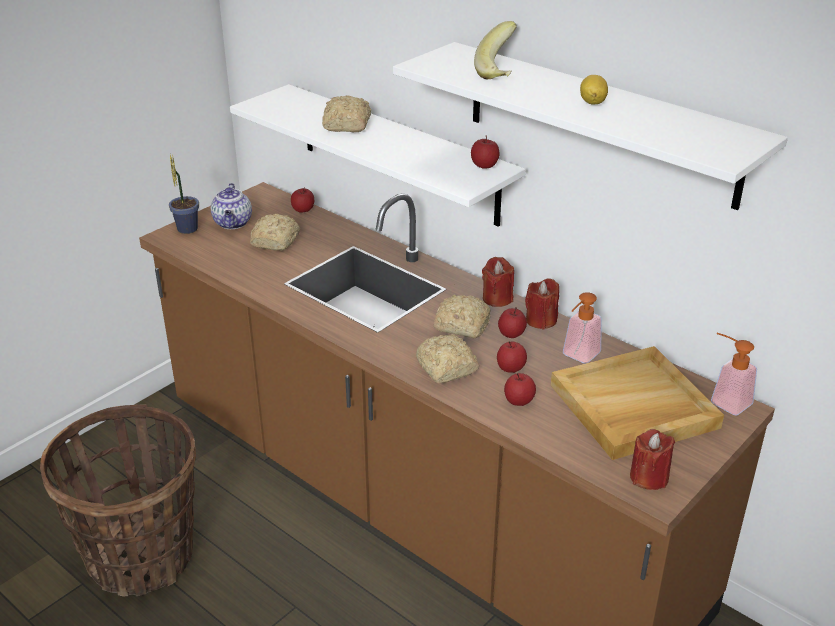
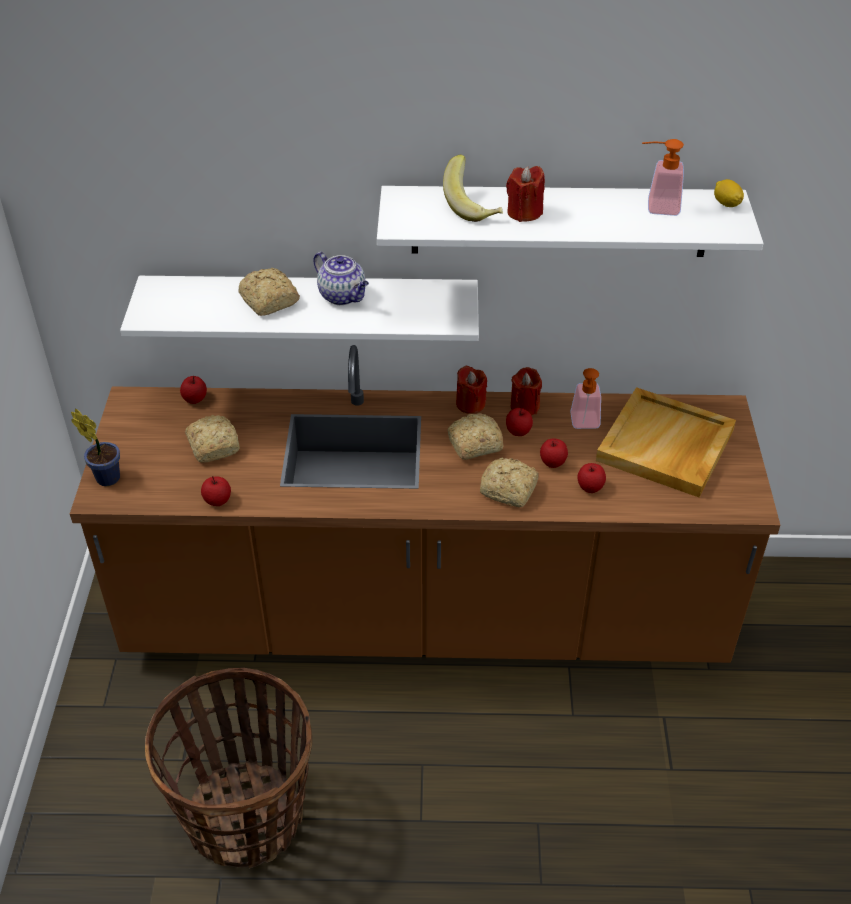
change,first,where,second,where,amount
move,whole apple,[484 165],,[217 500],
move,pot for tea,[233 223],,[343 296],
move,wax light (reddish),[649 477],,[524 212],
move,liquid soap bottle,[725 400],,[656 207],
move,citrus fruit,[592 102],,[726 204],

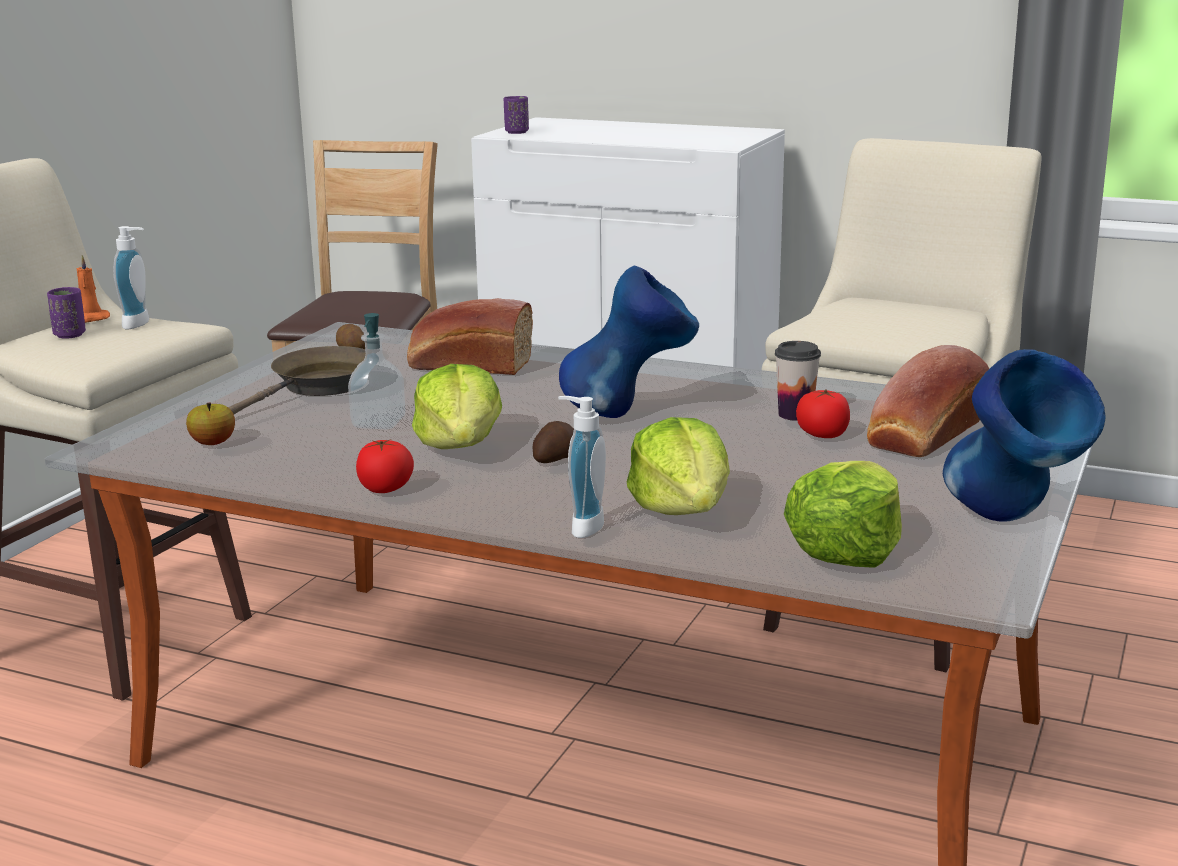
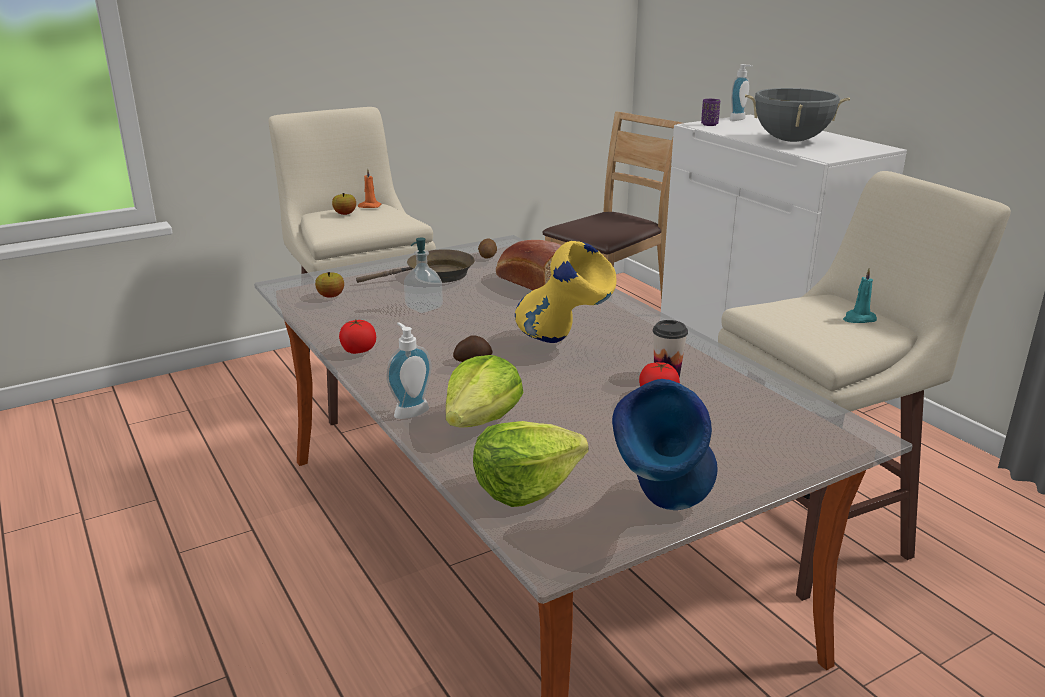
change,first,where,second,where,amount
replace,small cup (purple-coloured),[70 335],whole apple,[345 214],
recolor,flower vase (blue-coloured),[629 414],flower vase (yellow),[564 343],
move,liquid soap bottle,[140 324],,[739 119],
insert,,,stockpot (grey),[791 141],
insert,,,wax light (blue-green),[858 319],
delete,lettuce,[460 446],,,
delete,baked bread,[923 435],,,

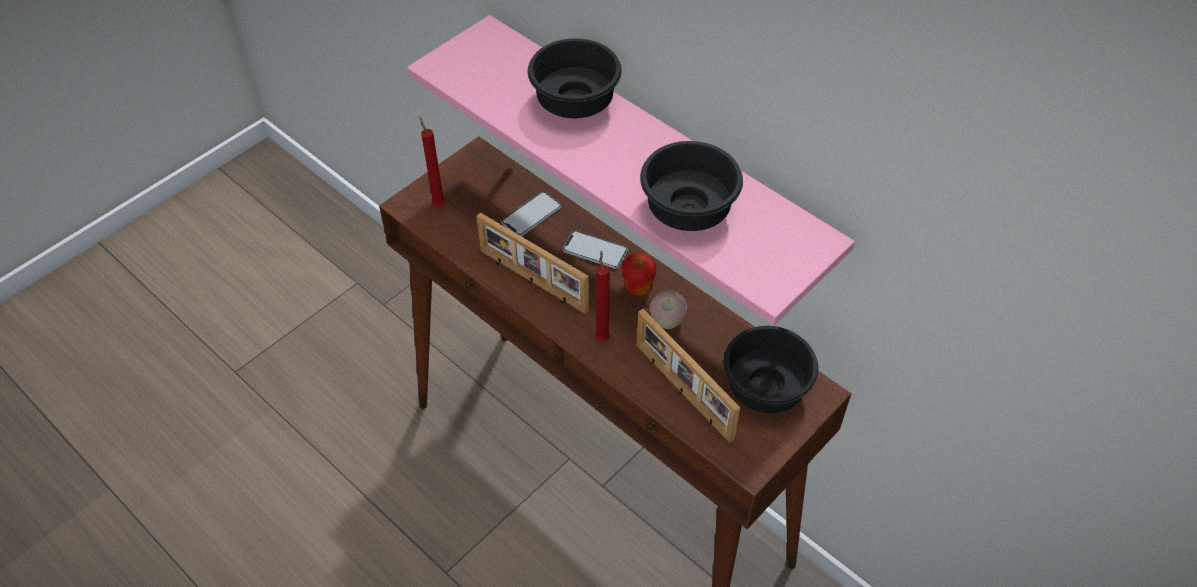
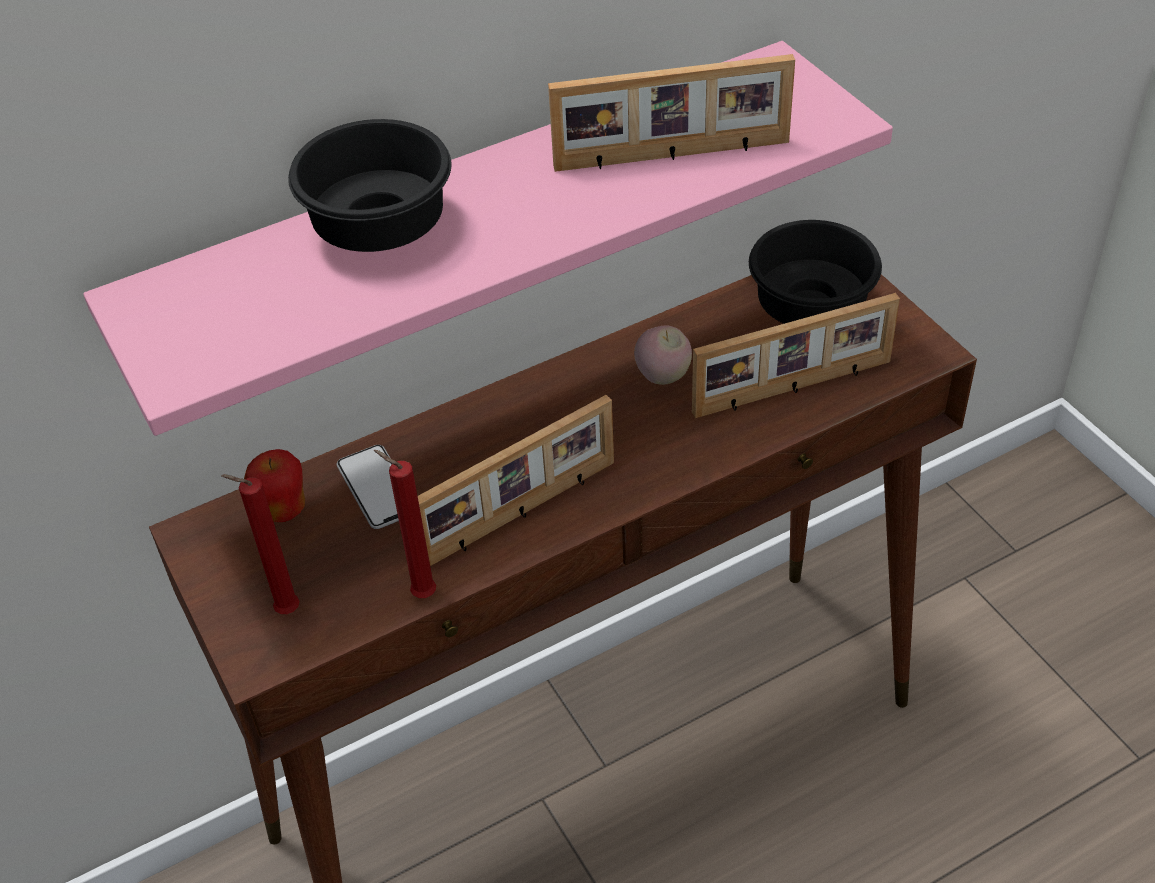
change,first,where,second,where,amount
move,whole apple,[638 288],,[283 510],
move,wax light (reddish),[602 337],,[420 594],
replace,deep dish (black-coloured),[691 210],standing frame,[672 156],
delete,handset,[595 250],,,

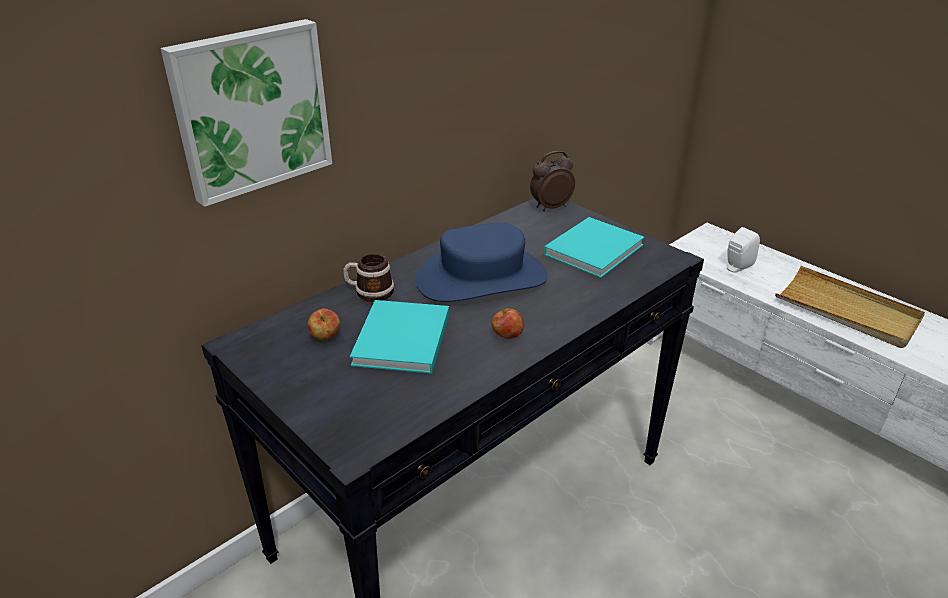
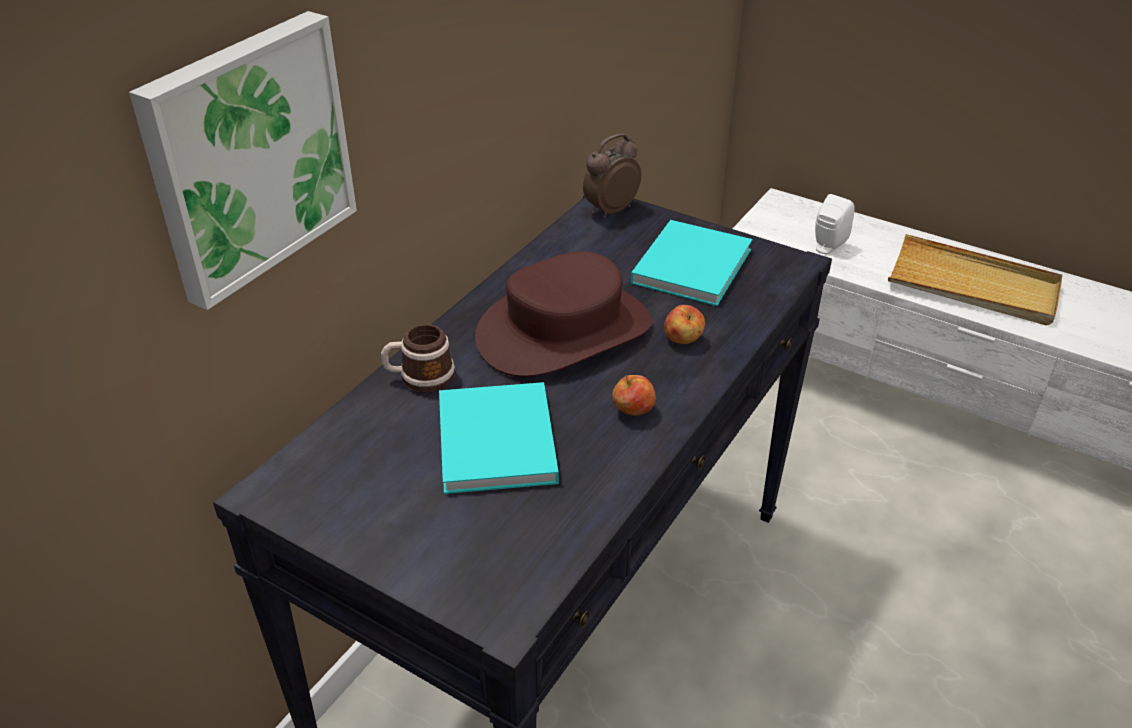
change,first,where,second,where,amount
recolor,wearable hat (blue-coloured),[482 277],wearable hat (brown-coloured),[564 330],
move,whole apple,[325 337],,[683 340],

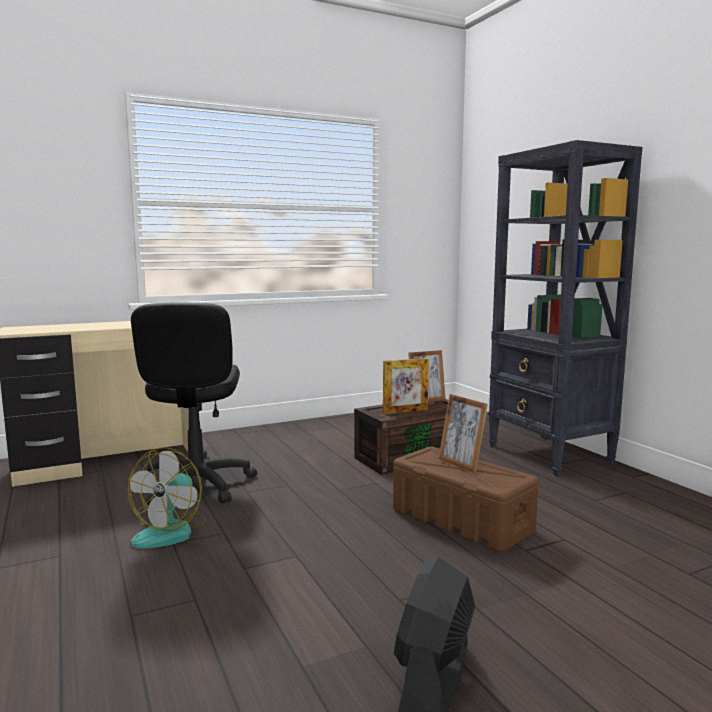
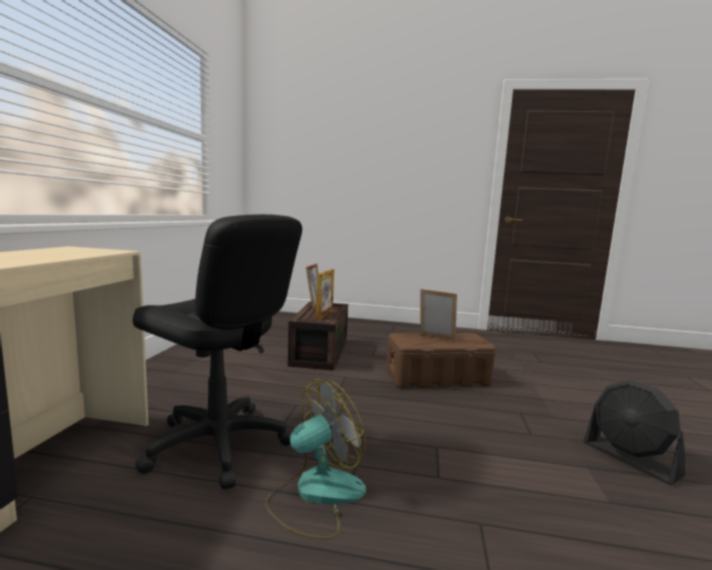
change,first,where,second,where,amount
rotate,cooling fan,[171 531],,[316 494],90 degrees counterclockwise
rotate,standing frame,[461 464],,[435 338],150 degrees counterclockwise
delete,bookshelf (black-coloured),[550 455],,,

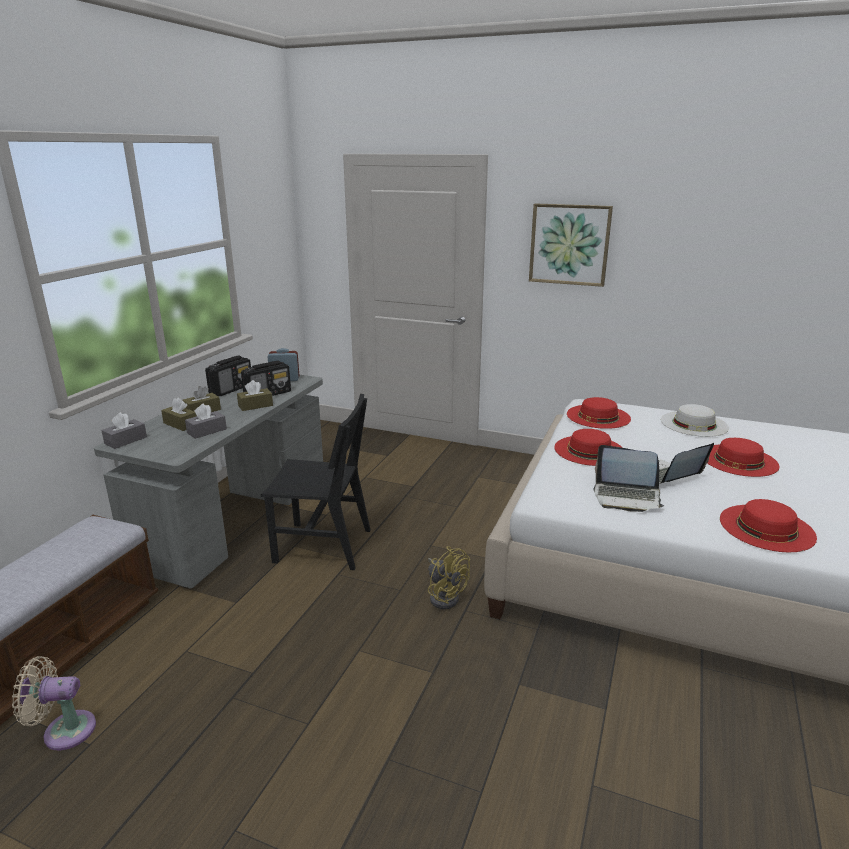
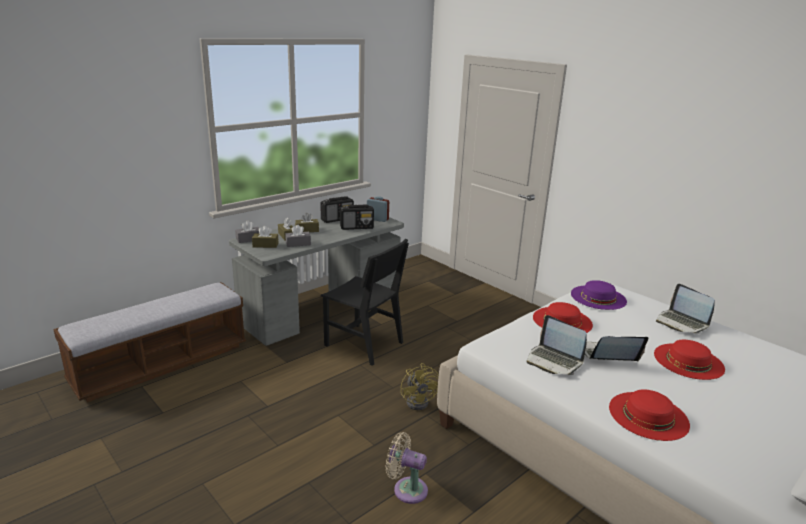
change,first,where,second,where,amount
move,box of tissues (brown-coloured),[255 405],,[265 245],
move,cooling fan (beige),[64 730],,[407 489],
recolor,wearable hat (reddish),[598 416],wearable hat (purple-coloured),[598 297],
replace,wearable hat (white),[694 424],portable computer,[681 323],
delete,picture,[569 244],,,

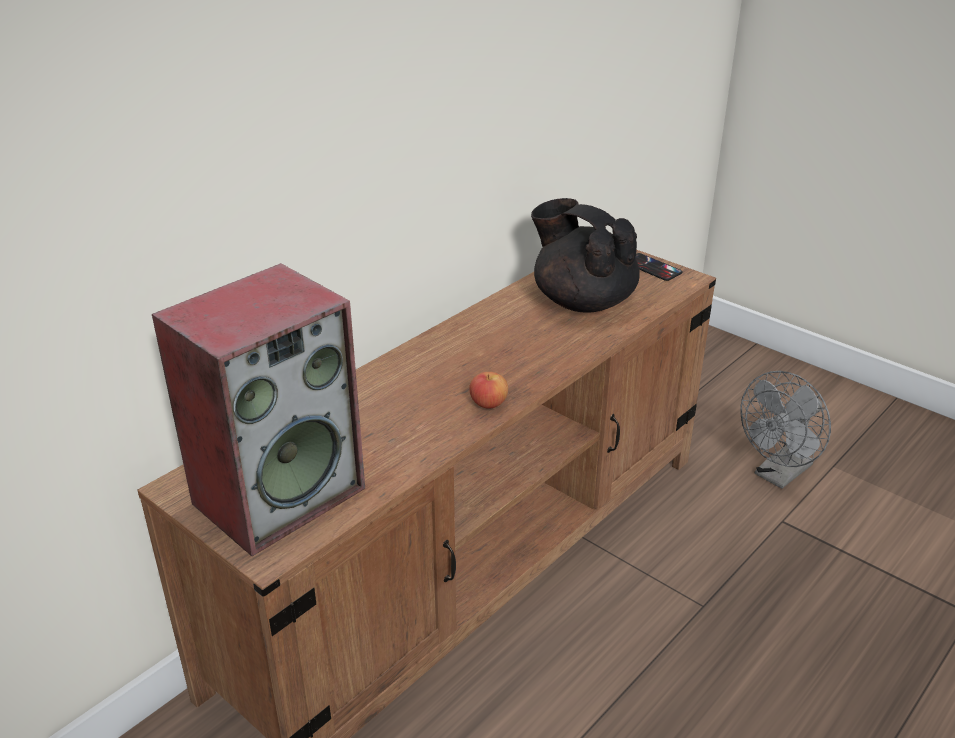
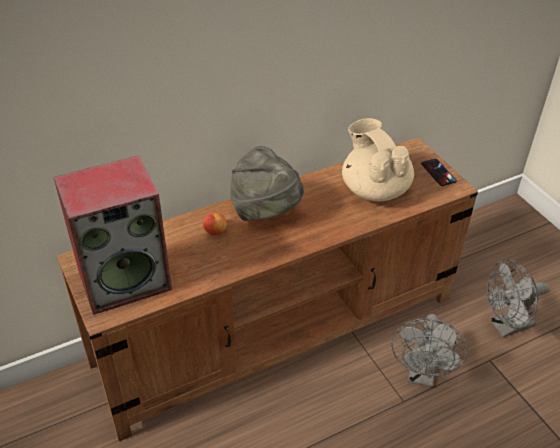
change,first,where,second,where,amount
move,whole apple,[488 403],,[215 231],
insert,,,wearable hat (grey),[266 212],
recolor,pot for tea (black-coloured),[582 301],pot for tea (beige),[374 189],
insert,,,cooling fan (grey),[422 375],

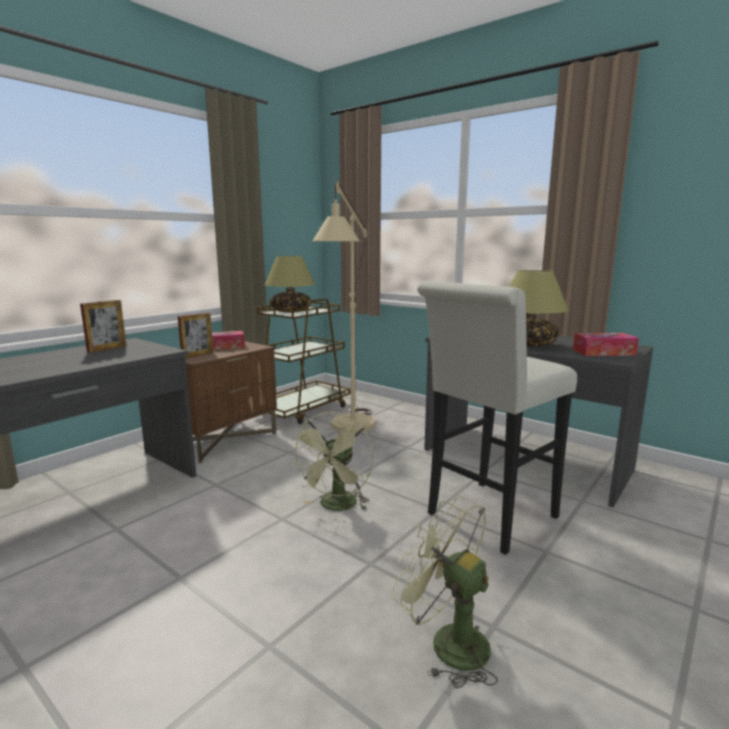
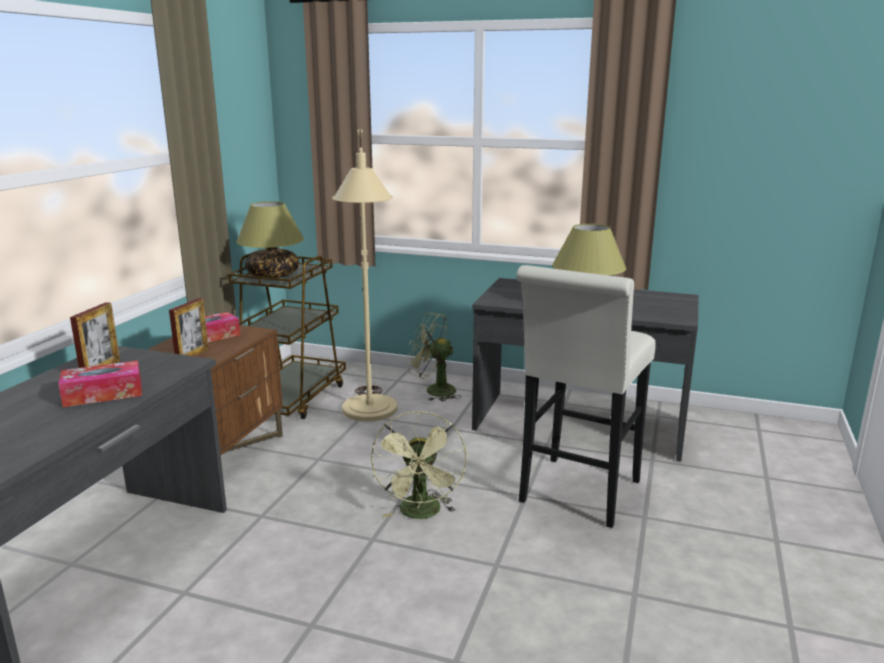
change,first,where,second,where,amount
move,box of tissues,[603 352],,[103 394],
move,cooling fan (green-coloured),[447 642],,[433 390],

